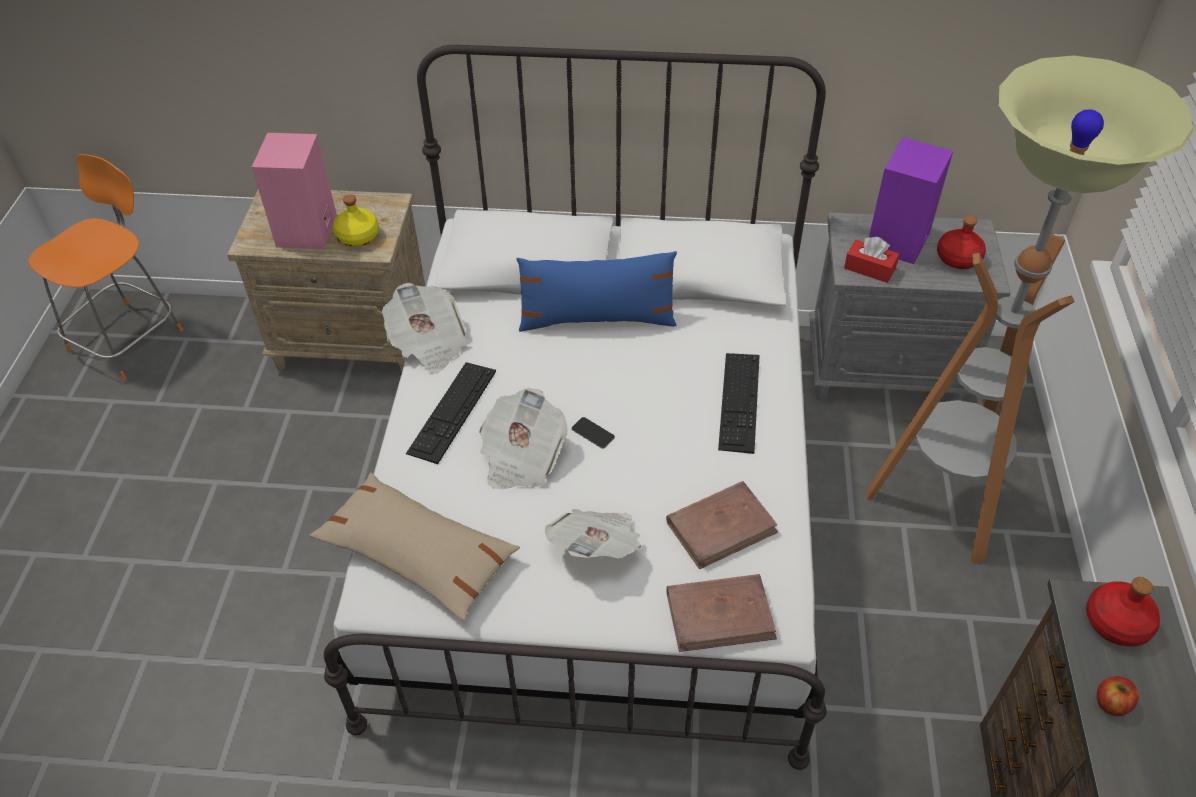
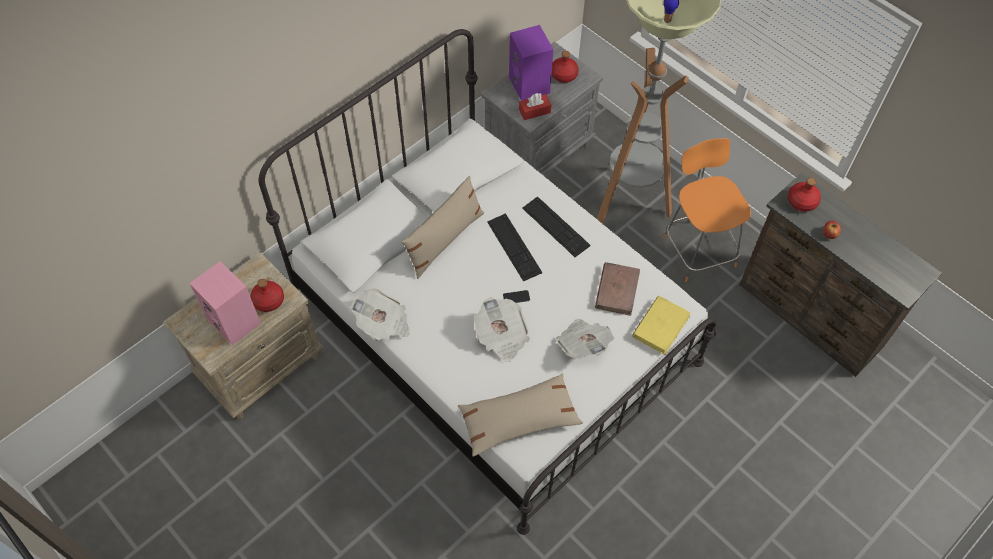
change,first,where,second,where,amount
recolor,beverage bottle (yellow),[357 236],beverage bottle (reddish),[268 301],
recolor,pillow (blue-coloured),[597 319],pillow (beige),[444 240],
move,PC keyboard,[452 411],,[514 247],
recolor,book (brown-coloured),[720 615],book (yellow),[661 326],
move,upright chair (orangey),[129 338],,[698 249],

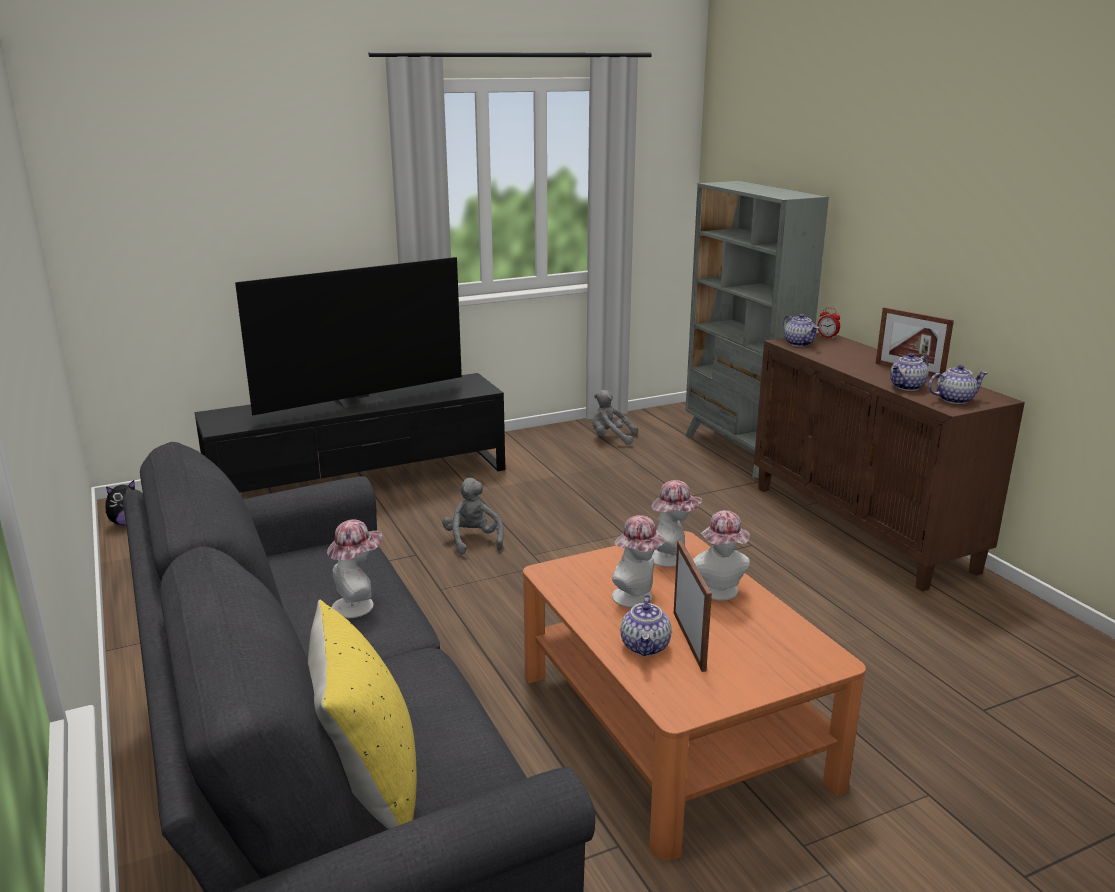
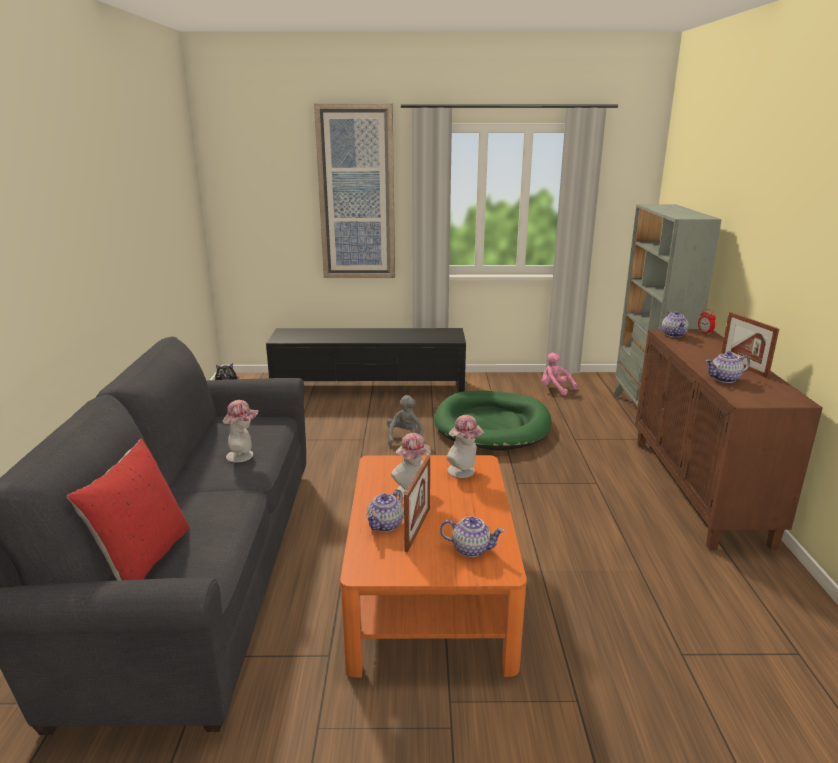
change,first,where,second,where,amount
recolor,pillow (yellow),[368 785],pillow (reddish),[143 559],
insert,,,picture,[356 194],
insert,,,pet bed (green-coloured),[492 425],
move,pot for tea,[954 399],,[471 549],
recolor,cuddly toy (grey),[611 438],cuddly toy (pink-coloured),[555 389],
delete,TV,[360 400],,,
delete,wearable hat,[720 593],,,

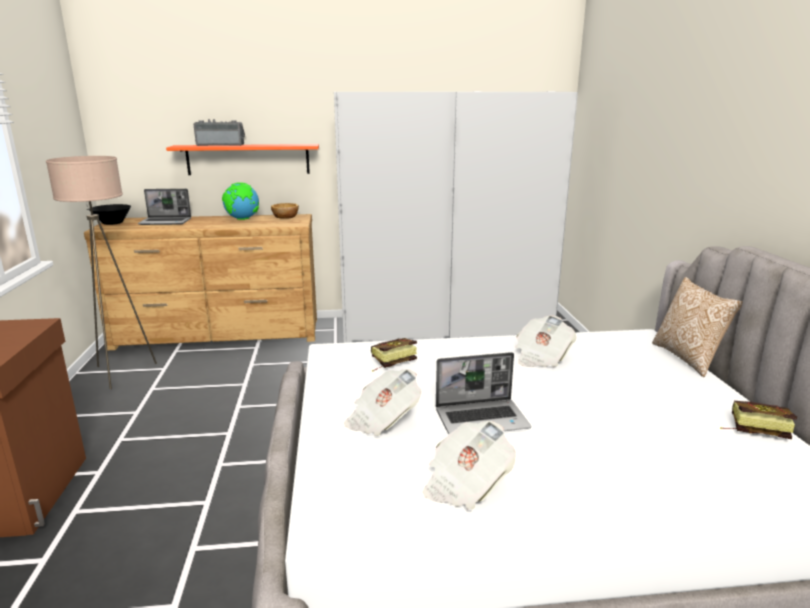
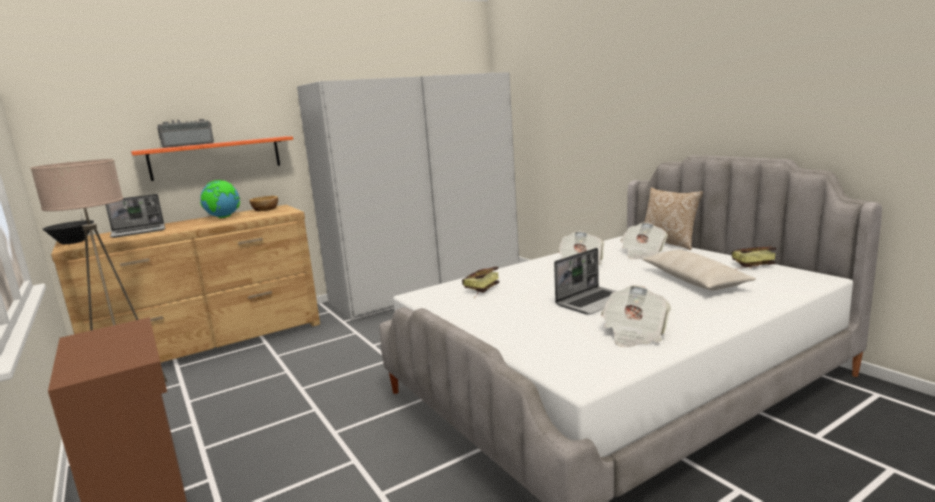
change,first,where,second,where,amount
move,daily paper,[382 419],,[642 253],
insert,,,pillow (beige),[694 280],

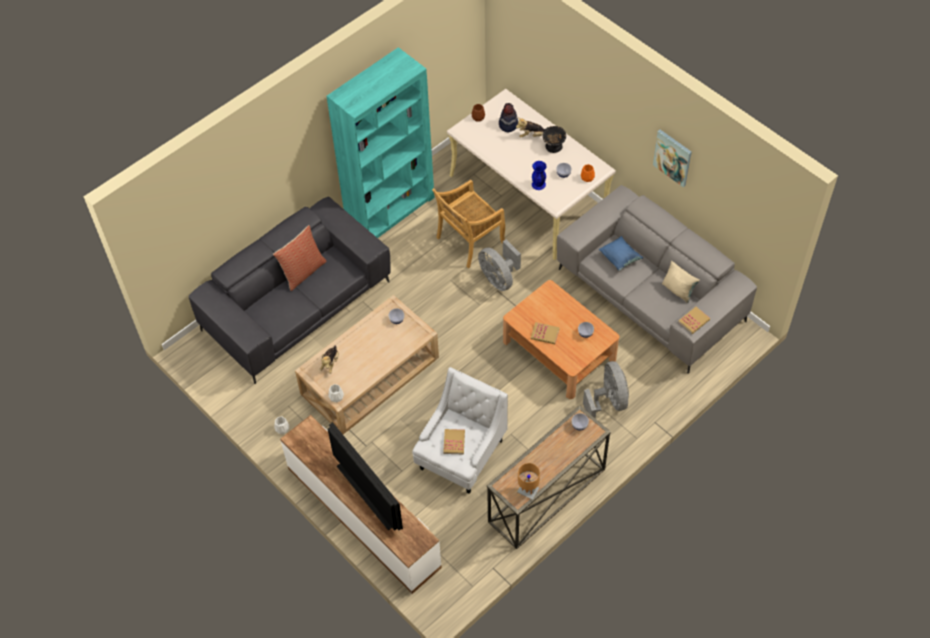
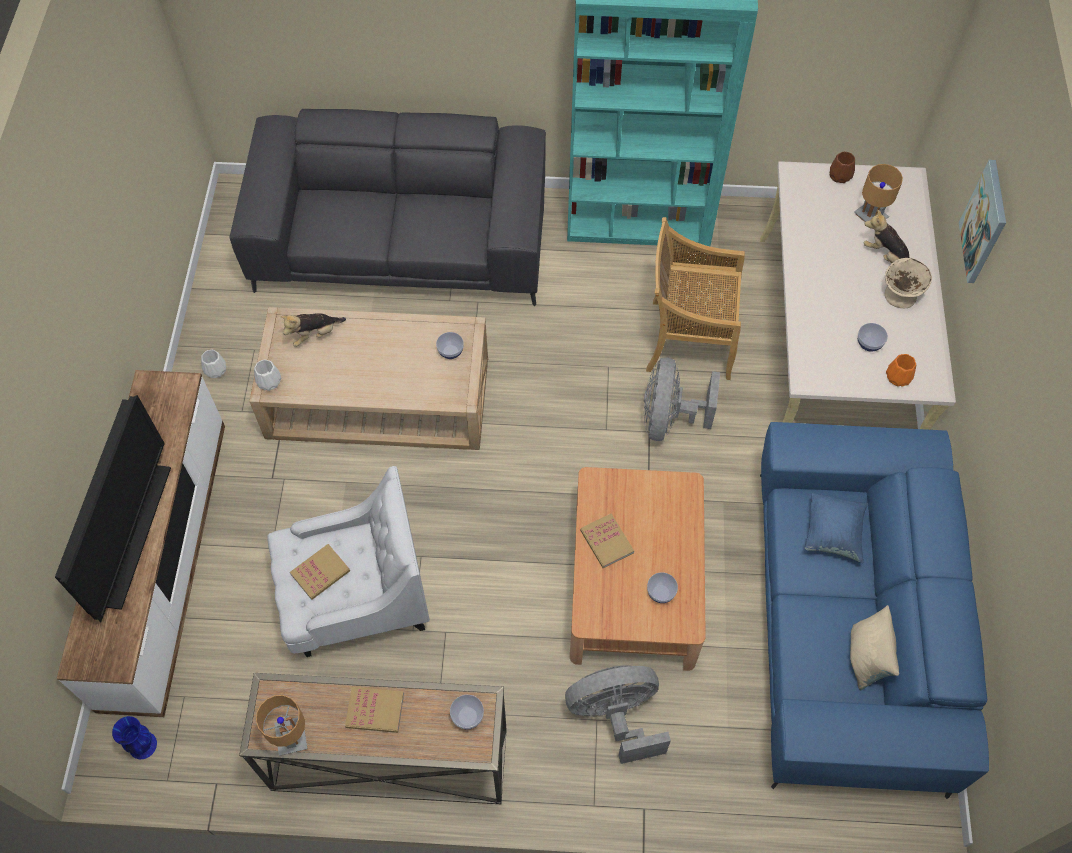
change,first,where,second,where,amount
move,flower vase (blue-coloured),[538 184],,[142 745],
move,book,[694 321],,[375 710],
rotate,cooling fan (grey),[608 402],,[616 716],135 degrees counterclockwise
recolor,couch (grey),[650 295],couch (blue-coloured),[845 625],
replace,wearable hat,[508 124],tabletop lamp (brown-coloured),[870 216],
recolor,deep dish (black-coloured),[554 146],deep dish (beige),[900 295],
move,picture,[673 157],,[984 222],
delete,pillow,[303 271],,,

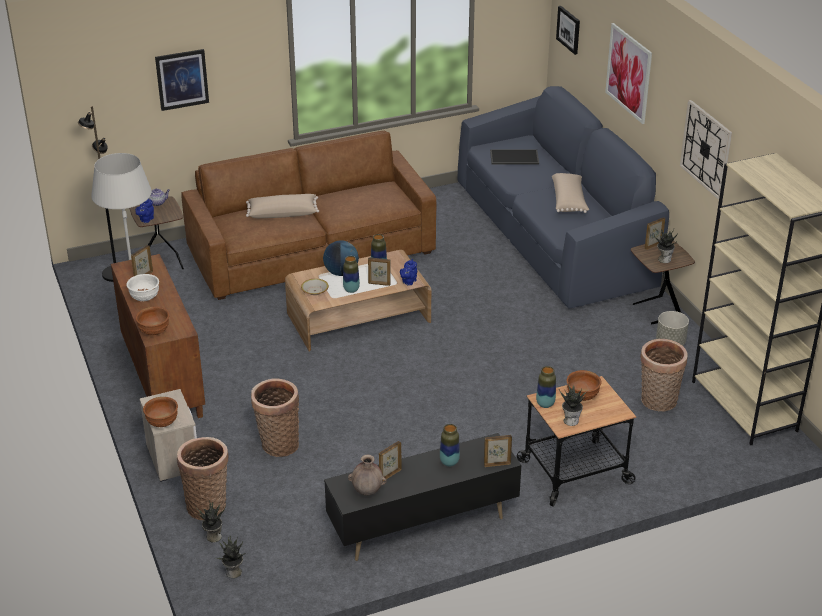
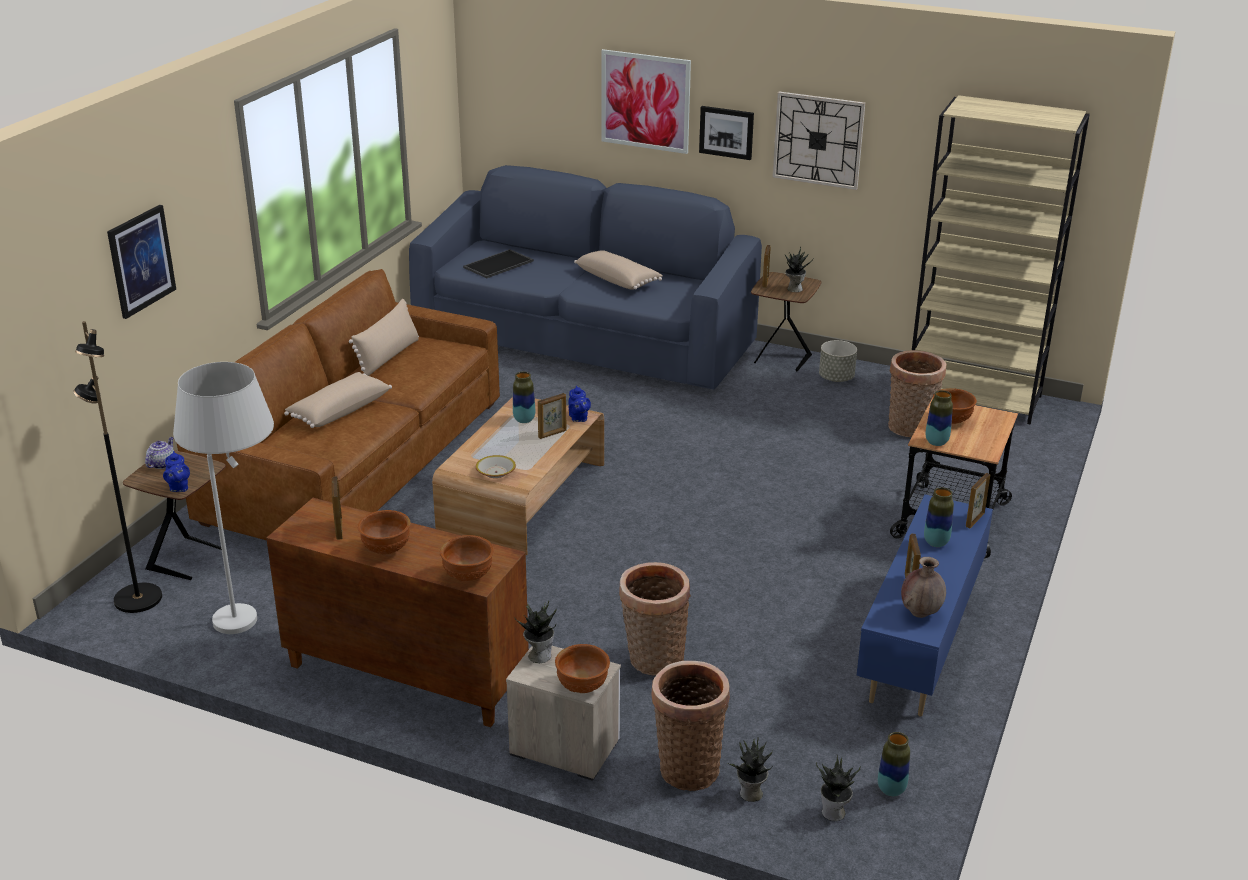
change,first,where,second,where,amount
insert,,,pillow (beige),[388 357],
recolor,deep dish (white),[144 298],deep dish (brown-coloured),[385 549],
move,houseplant,[571 420],,[539 655],
move,picture,[569 29],,[726 132],
recolor,media console (black-coloured),[422 527],media console (blue-coloured),[919 646],
move,flower vase,[351 290],,[891 790],
delete,world globe,[341 273],,,

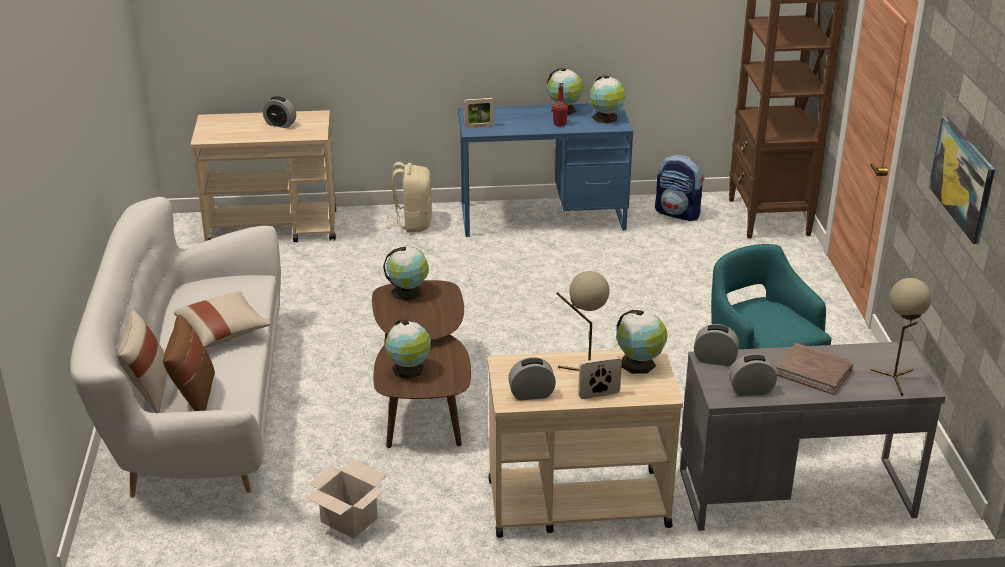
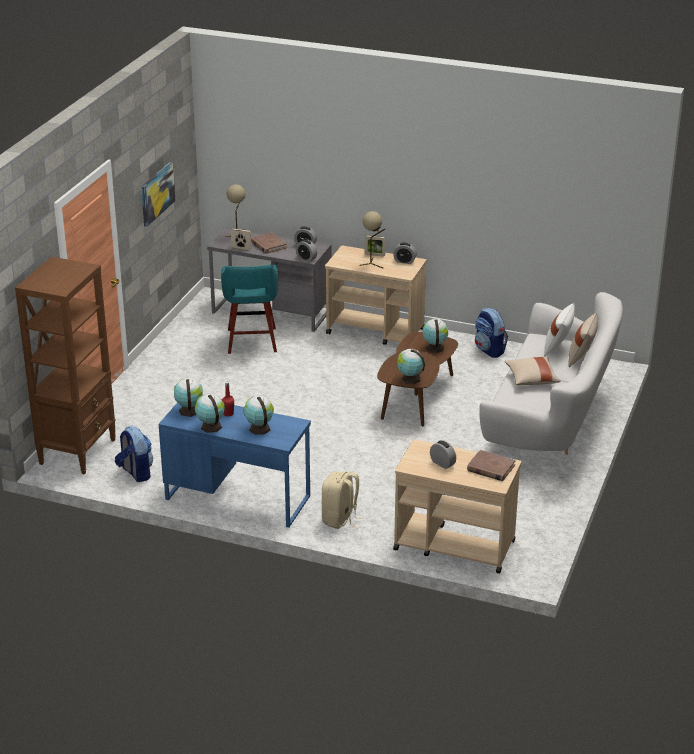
change,first,where,second,where,amount
move,standing frame,[479 126],,[241 248],
move,world globe,[639 364],,[259 428],
insert,,,book (brown-coloured),[490 468],
replace,packing box,[347 520],knapsack,[489 350],
recolor,pillow (brown-coloured),[194 397],pillow (white),[558 347],

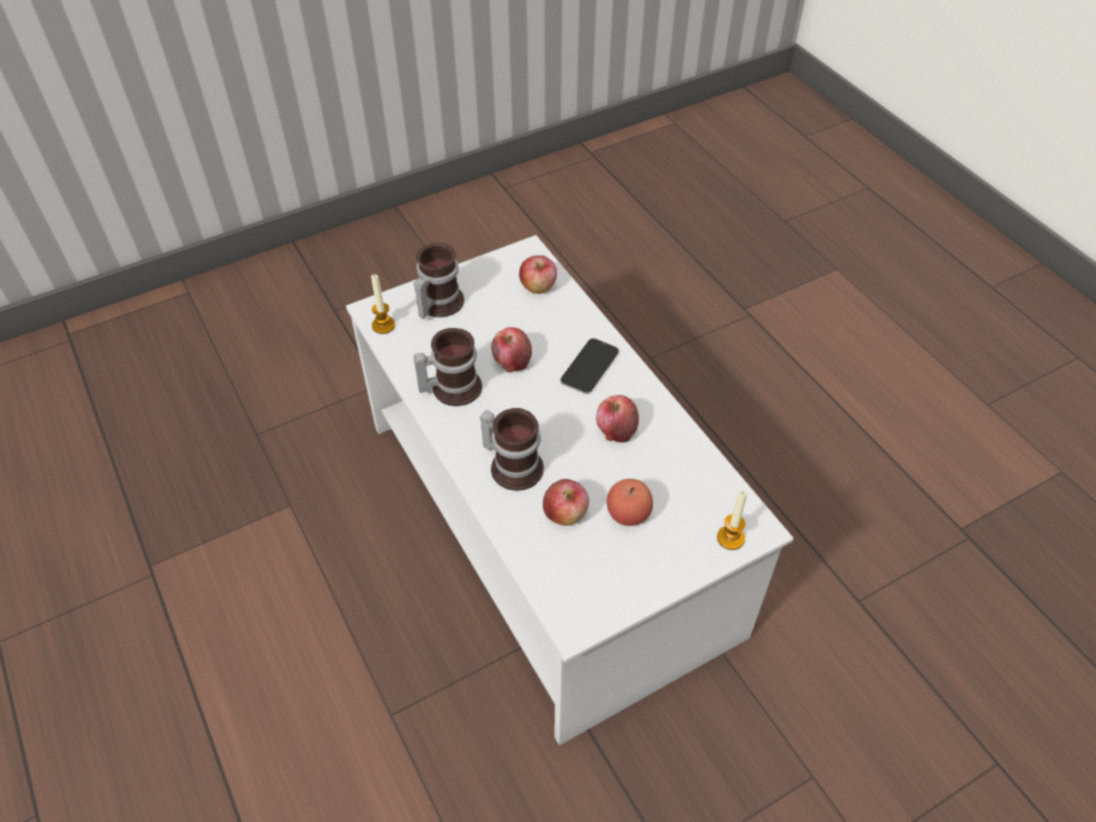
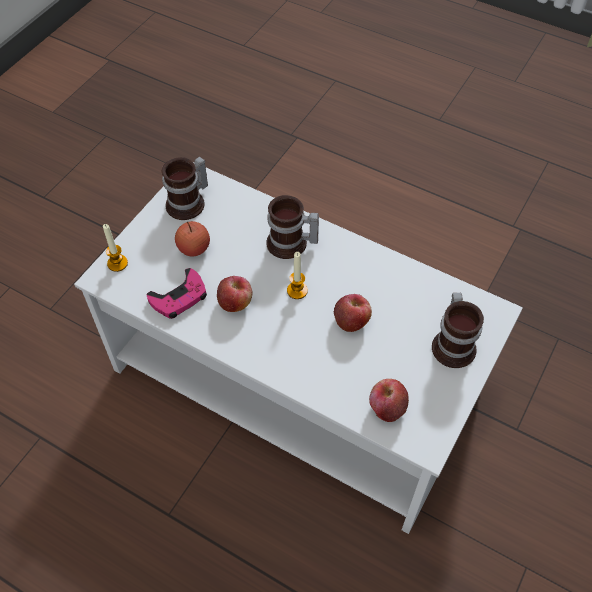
change,first,where,second,where,amount
insert,,,joypad (pink-coloured),[179 297],
move,mug,[451 387],,[189 203],
move,wax light,[383 325],,[297 290],
delete,whole apple,[565 514],,,
delete,handset,[589 367],,,

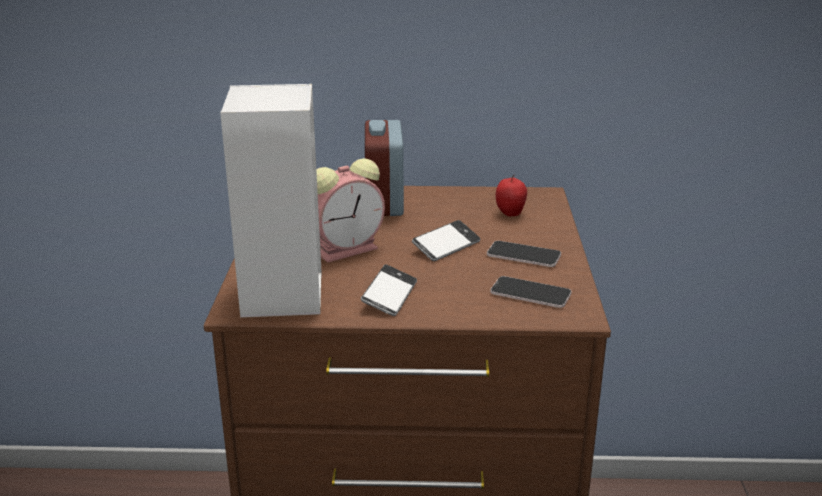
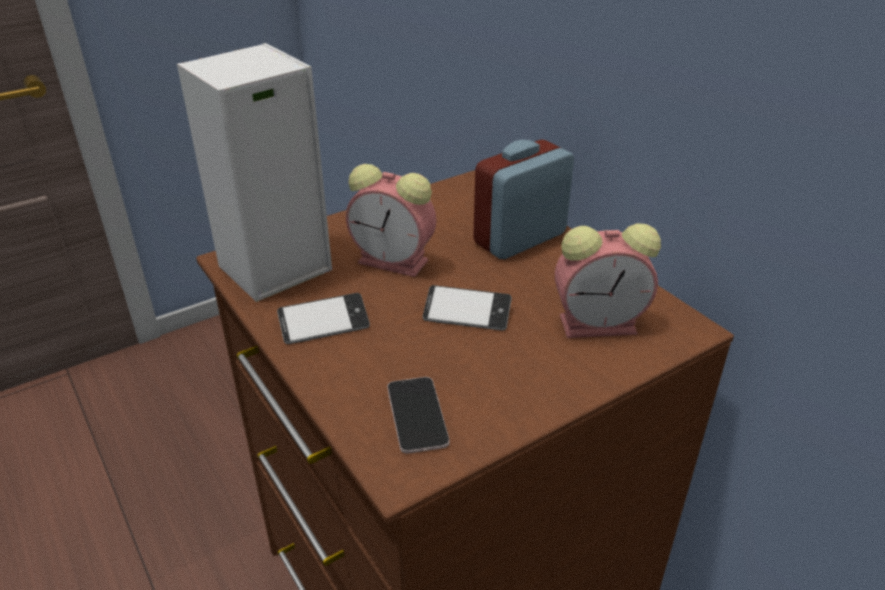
change,first,where,second,where,amount
replace,whole apple,[510 213],table clock,[601 324],
delete,handset,[523 255],,,

